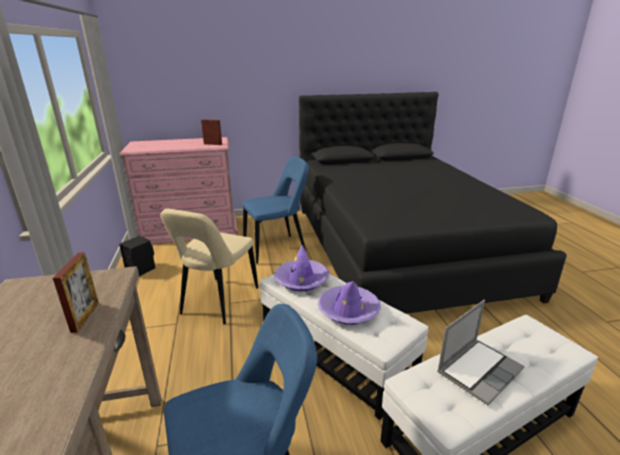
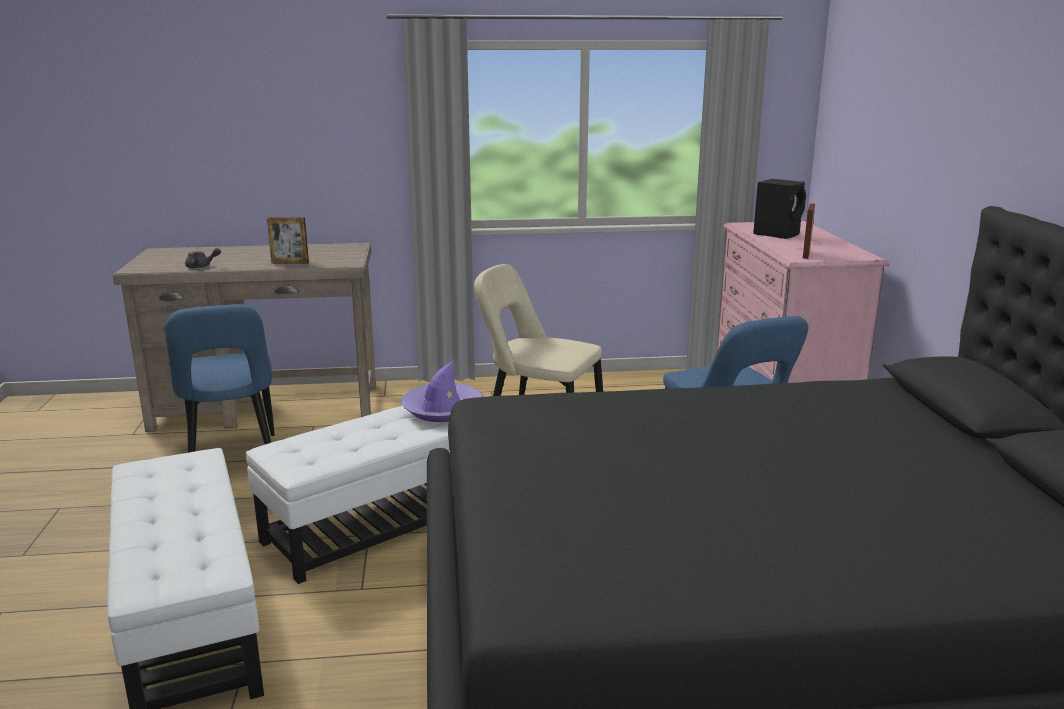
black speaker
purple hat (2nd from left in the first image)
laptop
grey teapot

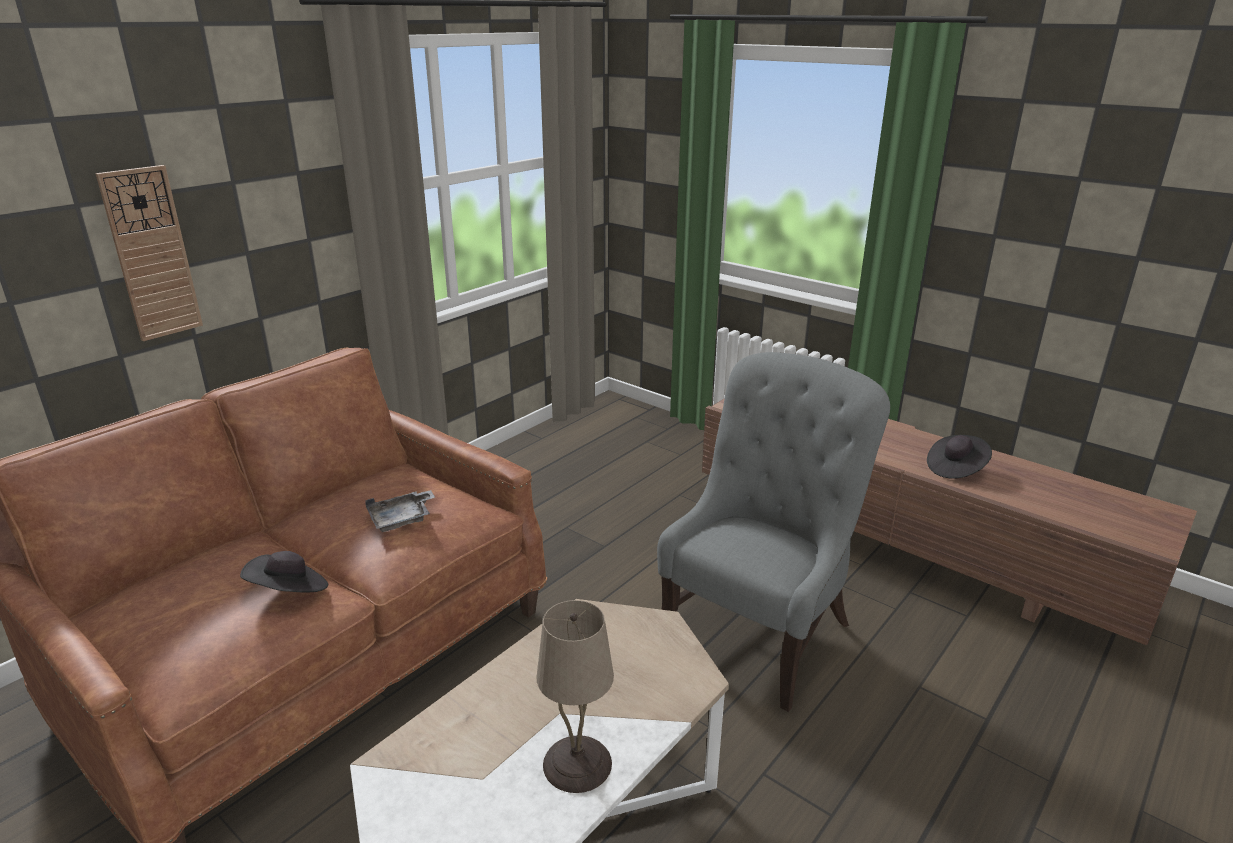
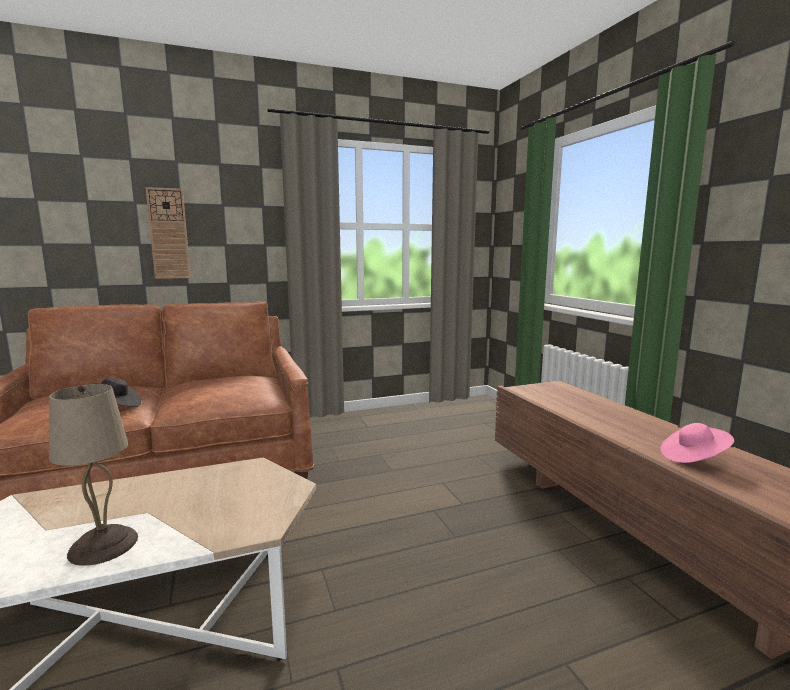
grey tray
grey armchair
pink hat

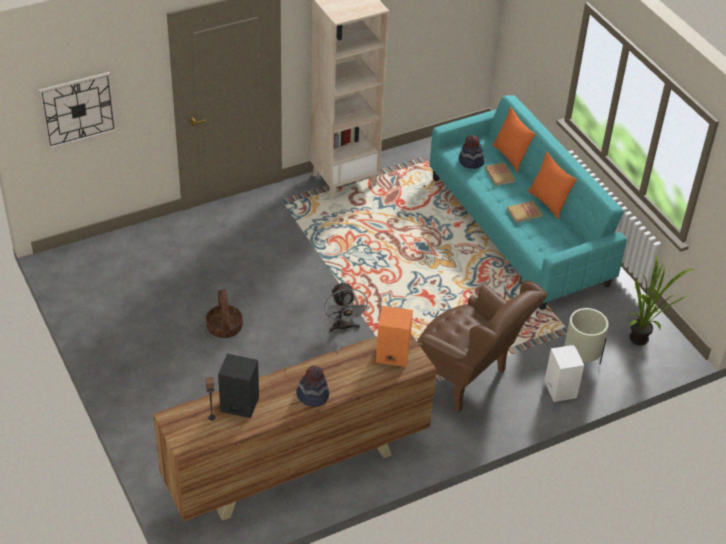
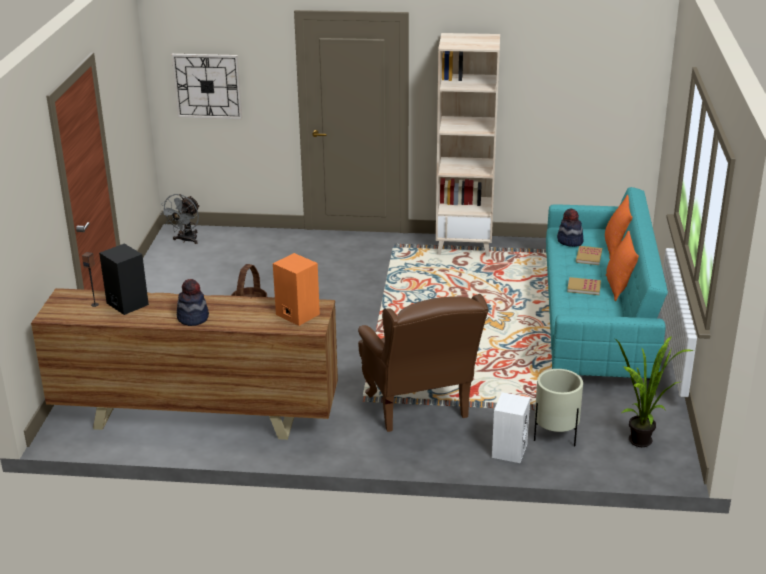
grey fan

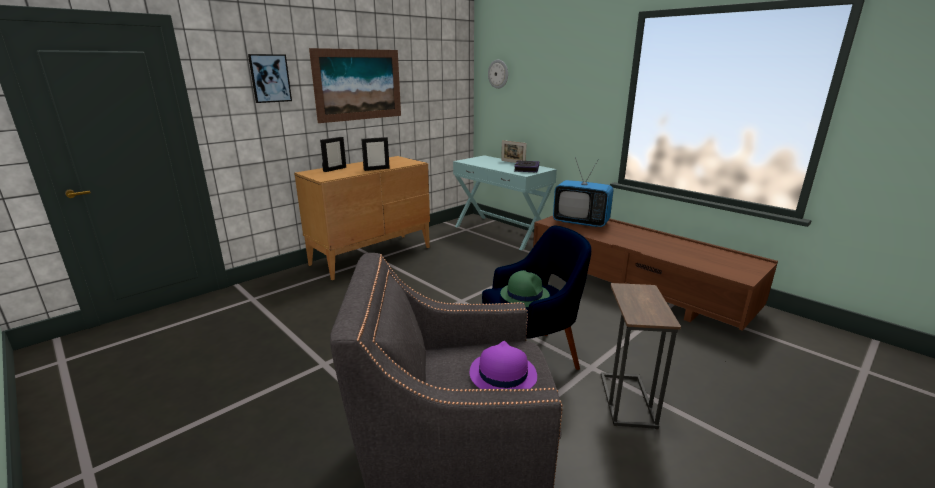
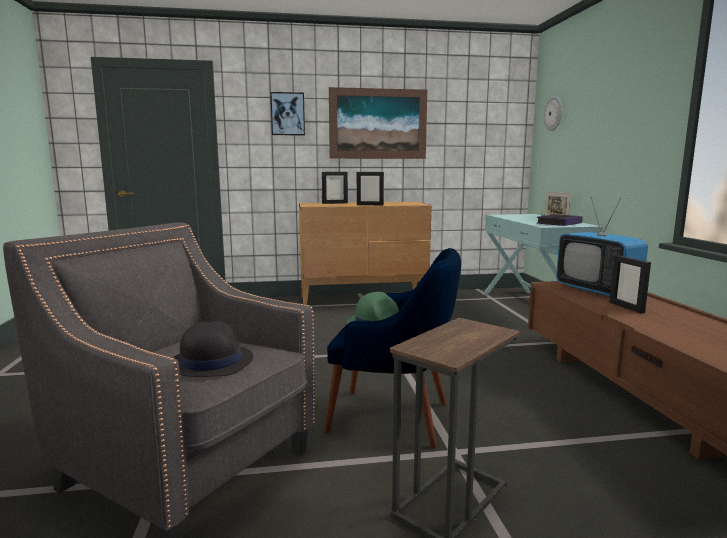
black hat
picture frame (4th from left)

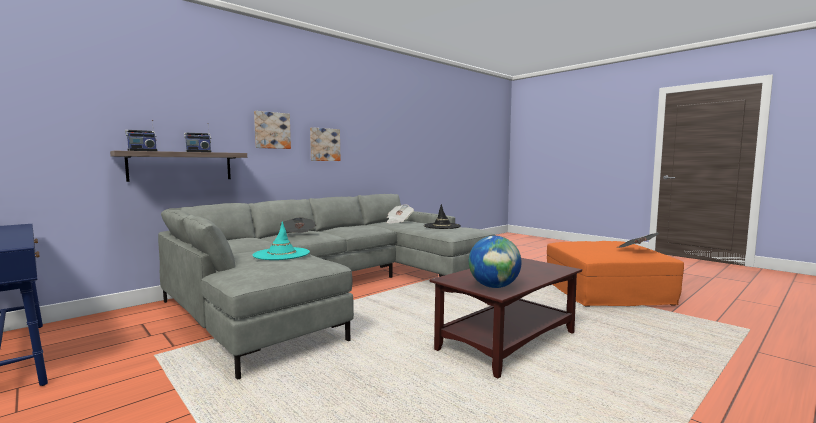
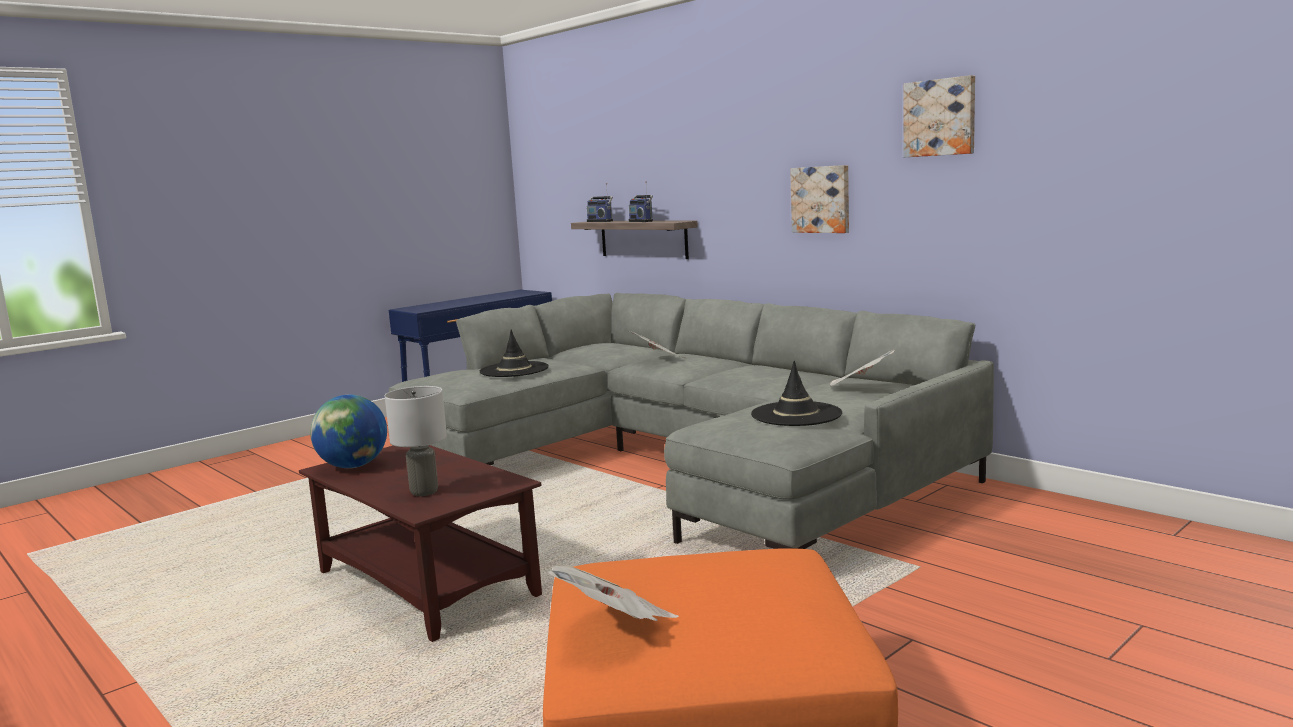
black hat (1st from left)
picture (2nd from left)
white table lamp

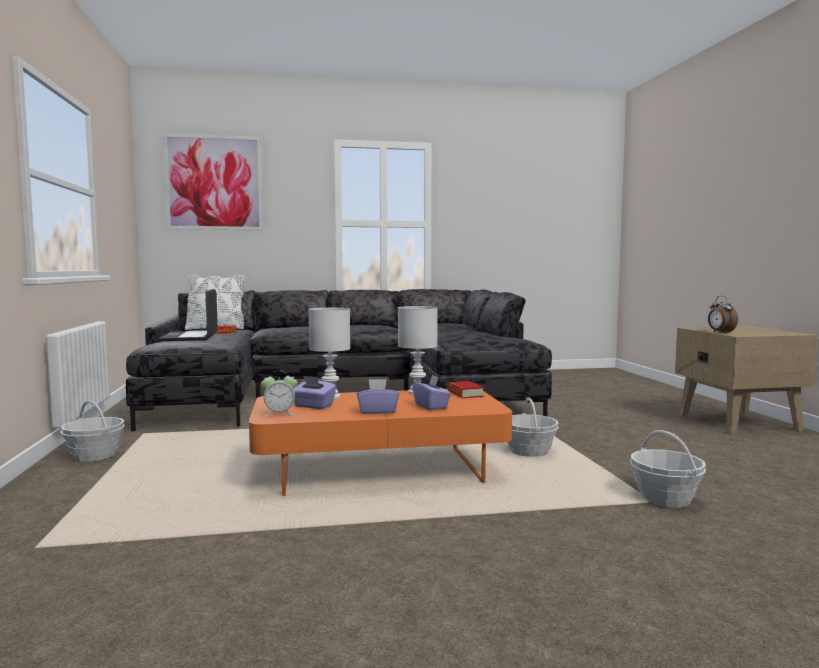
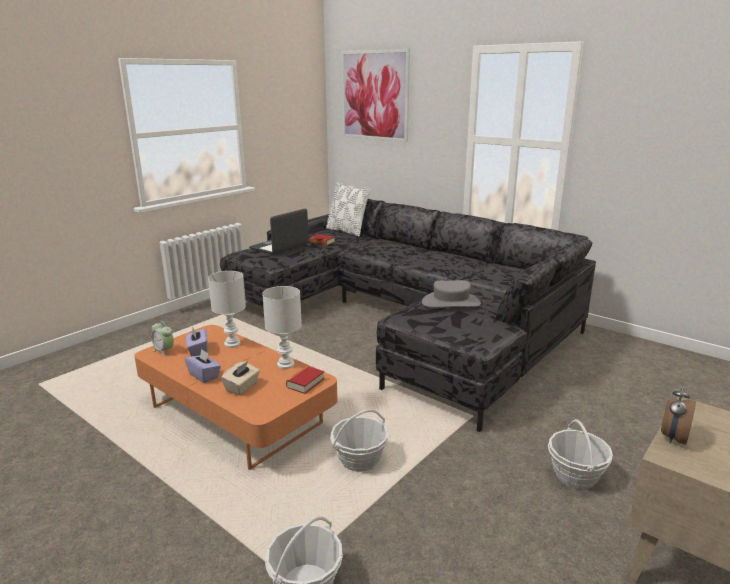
basket (3rd from left)
beige tissue box
grey hat

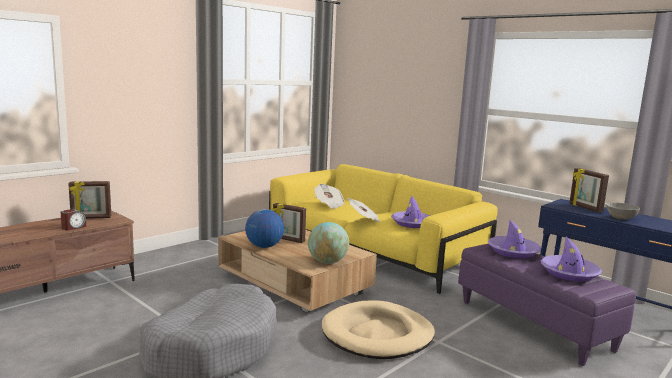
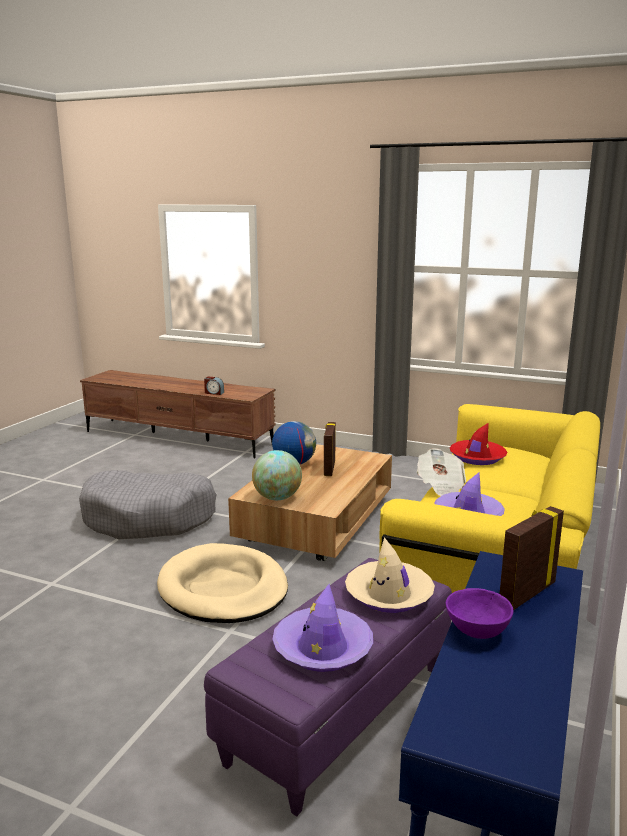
picture frame (1st from left in the first image)
red hat
beige hat
purple bowl

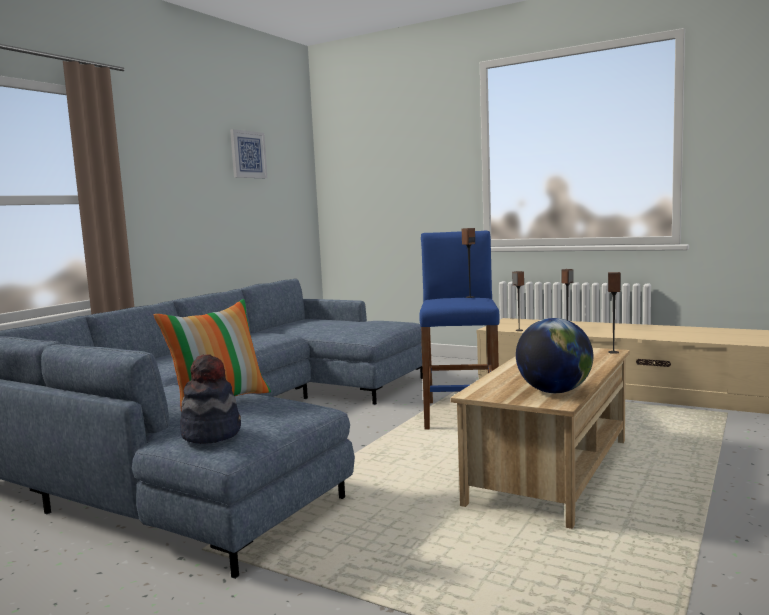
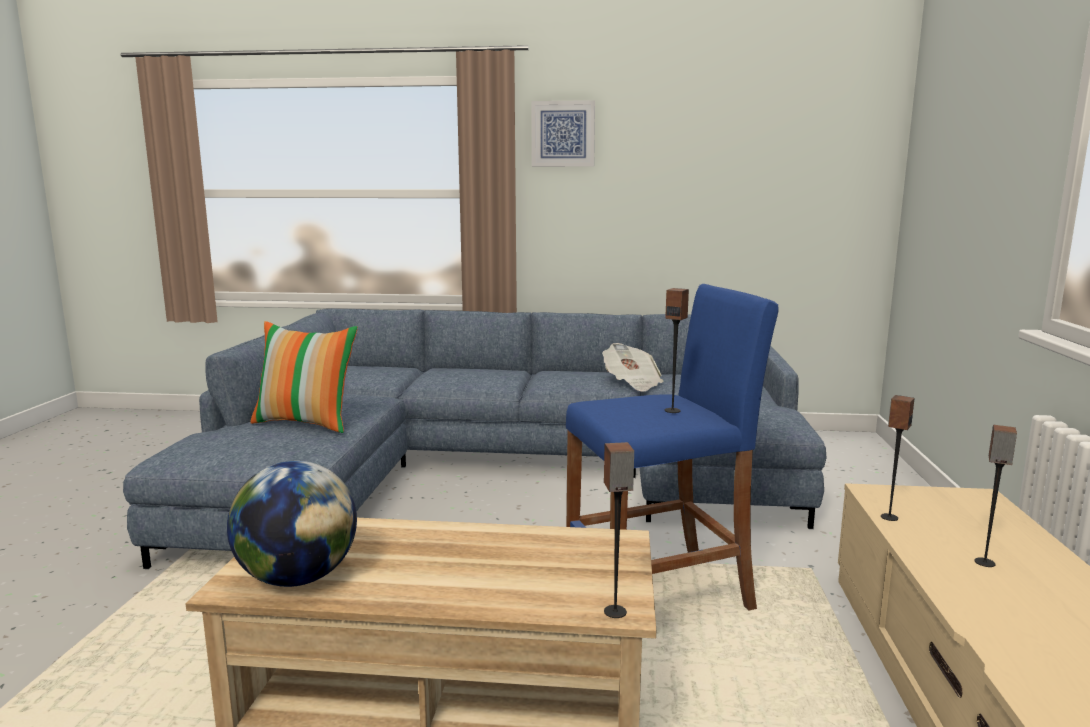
hat
picture
newspaper

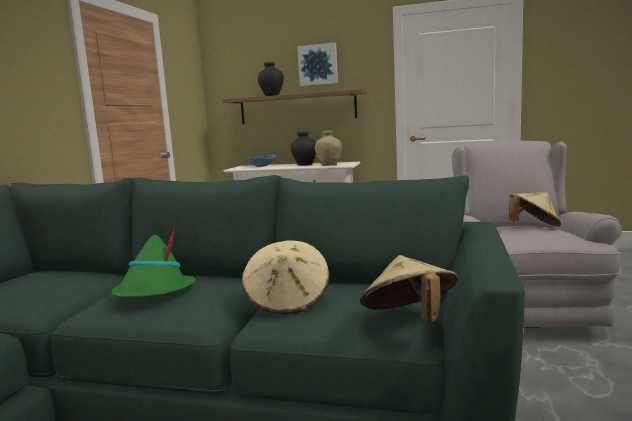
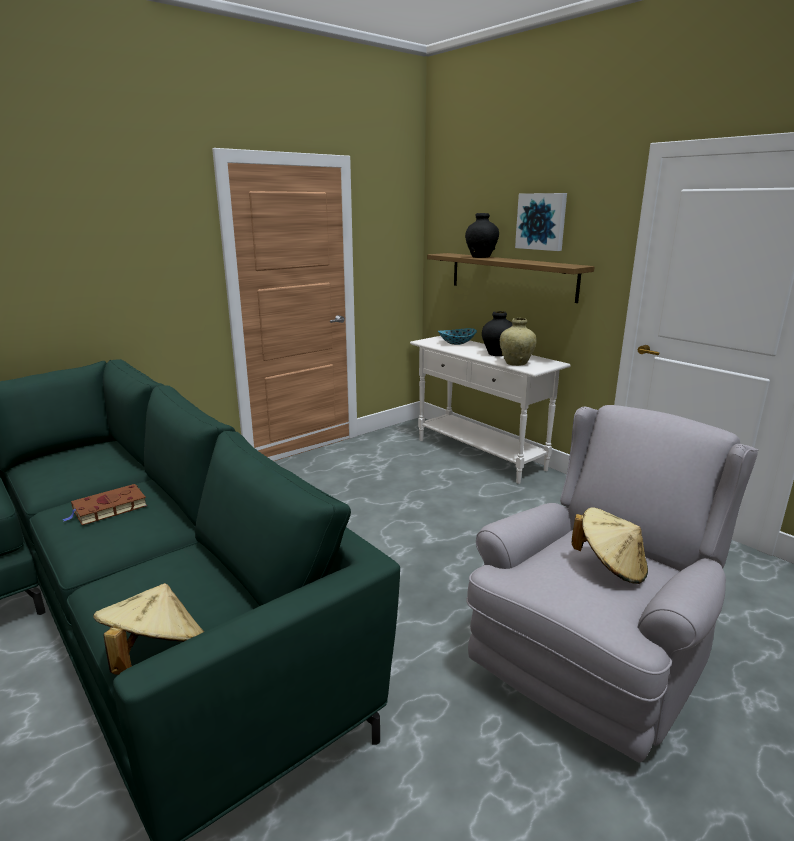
brown book
beige hat (1st from left in the first image)

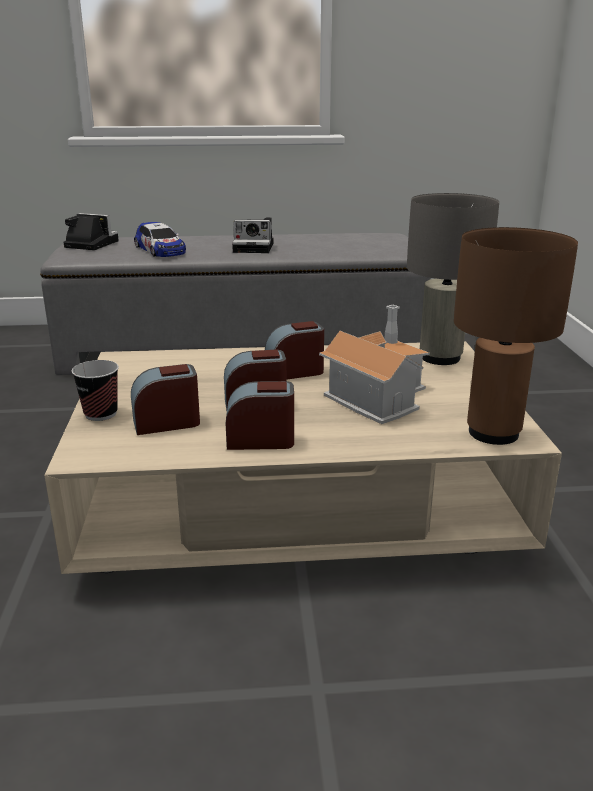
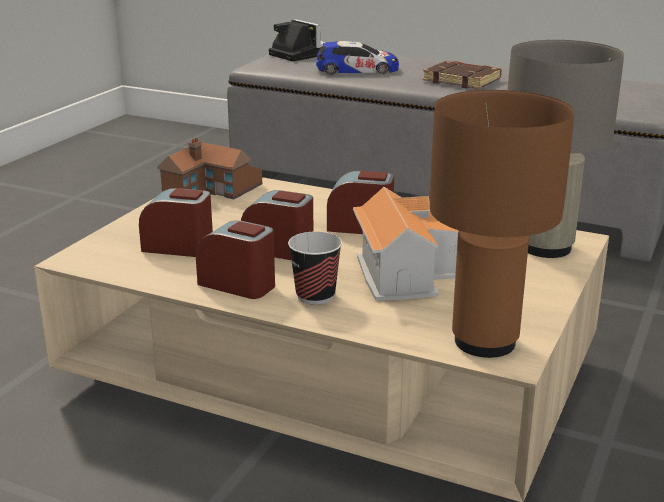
cup
toy car
brown book
toy house (1st from left)

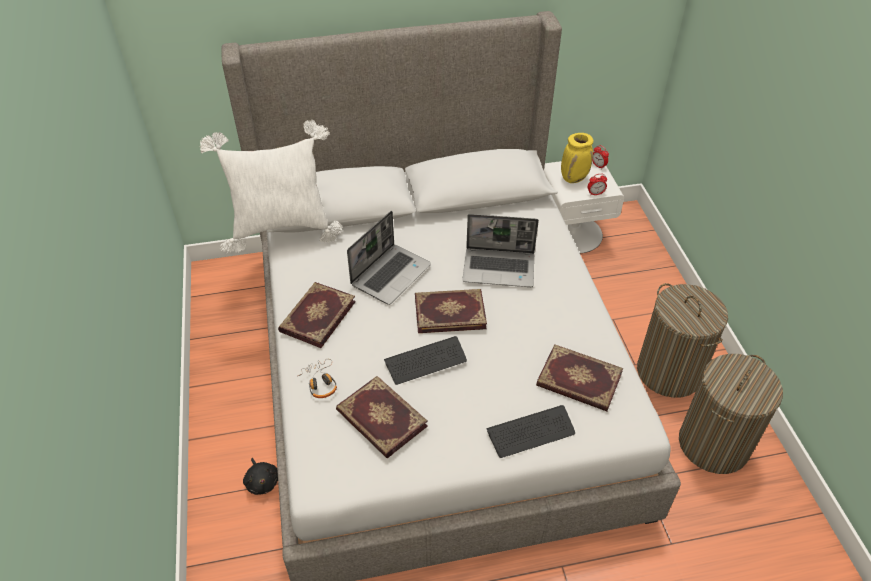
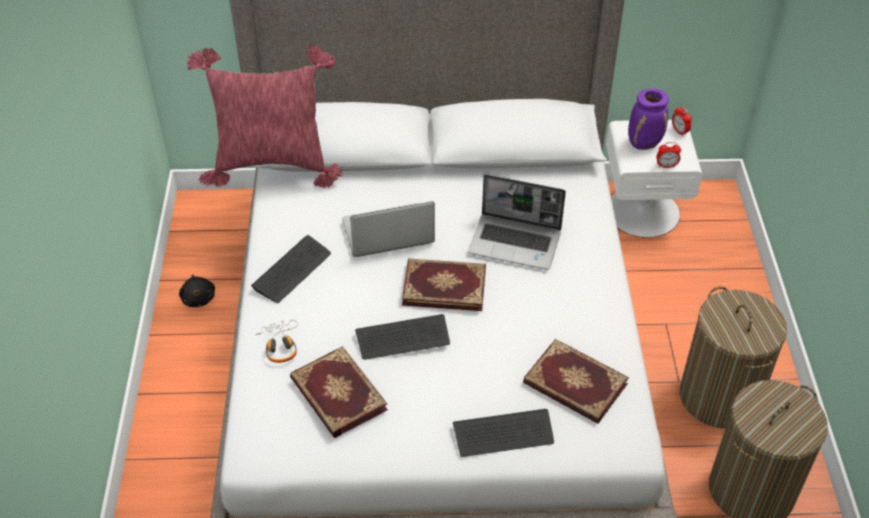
red pillow
black plush toy
keyboard (1st from left)
laptop (1st from left)
purple vase

